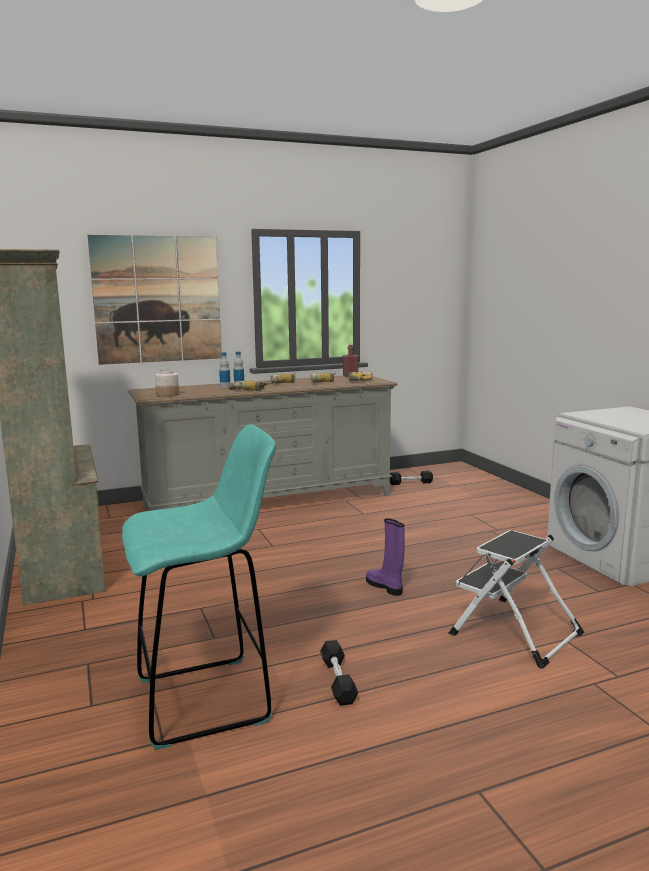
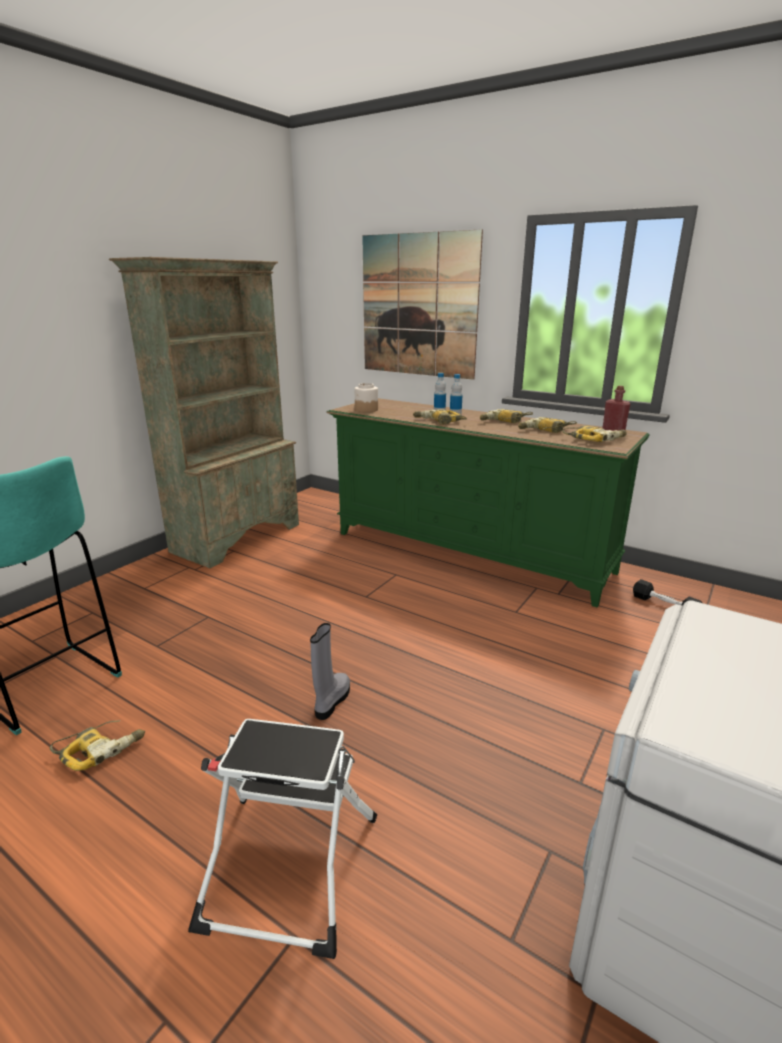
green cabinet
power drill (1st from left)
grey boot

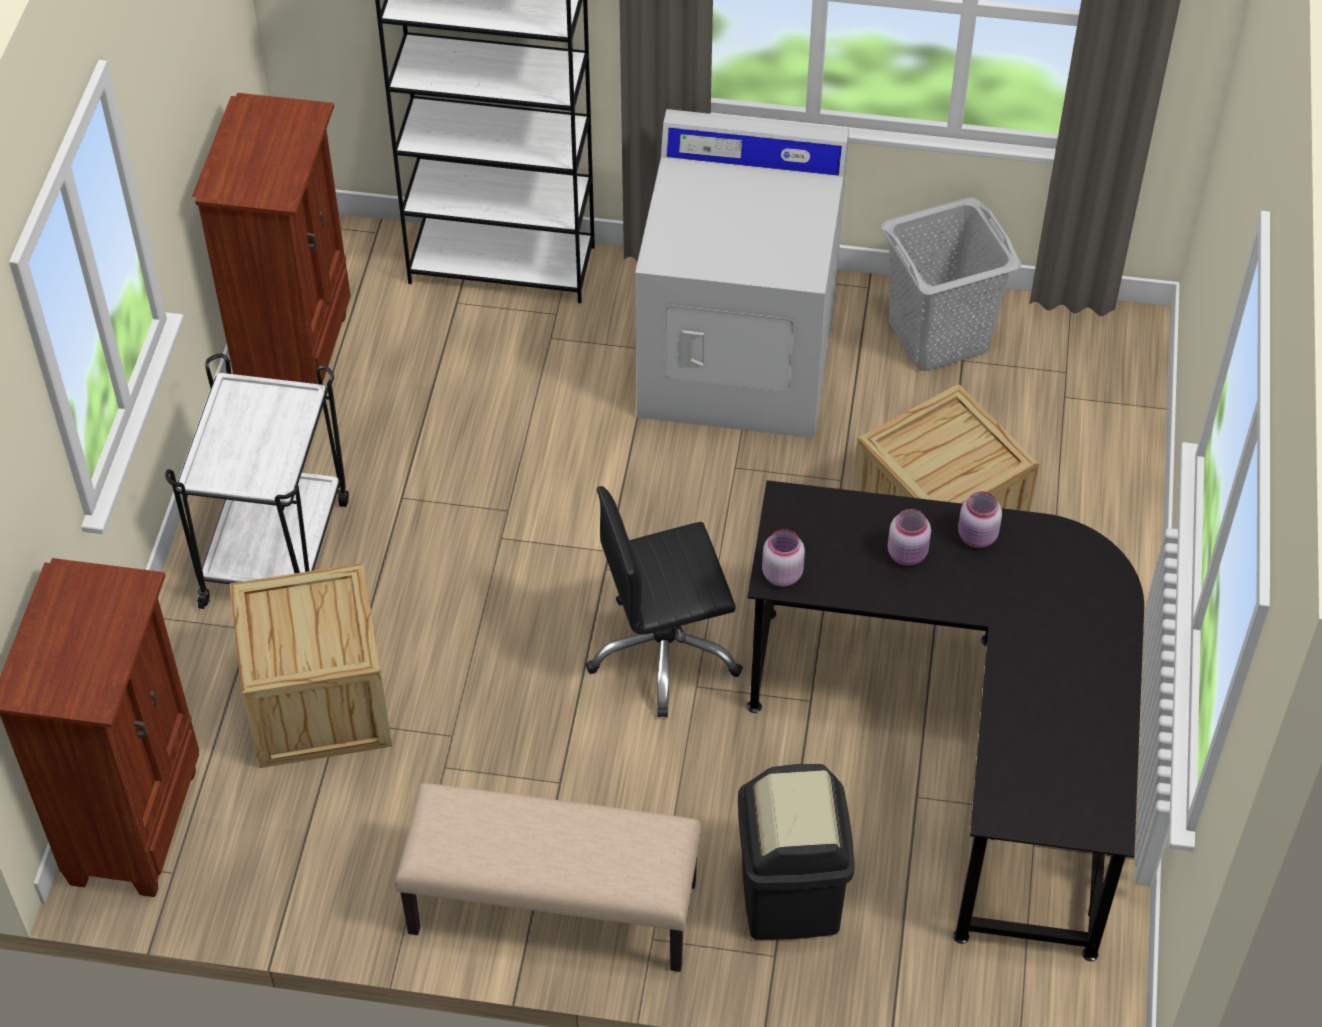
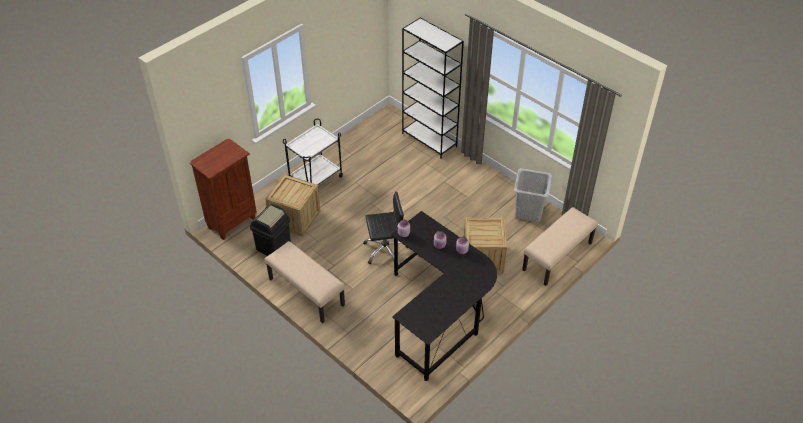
brown cabinet (2nd from left in the first image)
black office chair
white washing machine
black trash can
beige bench (2nd from left)

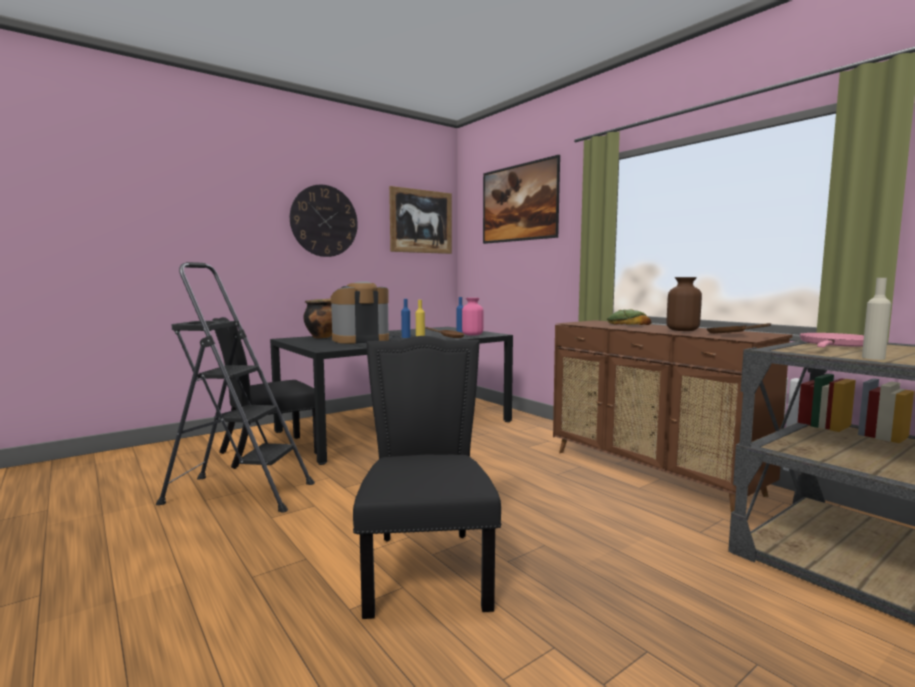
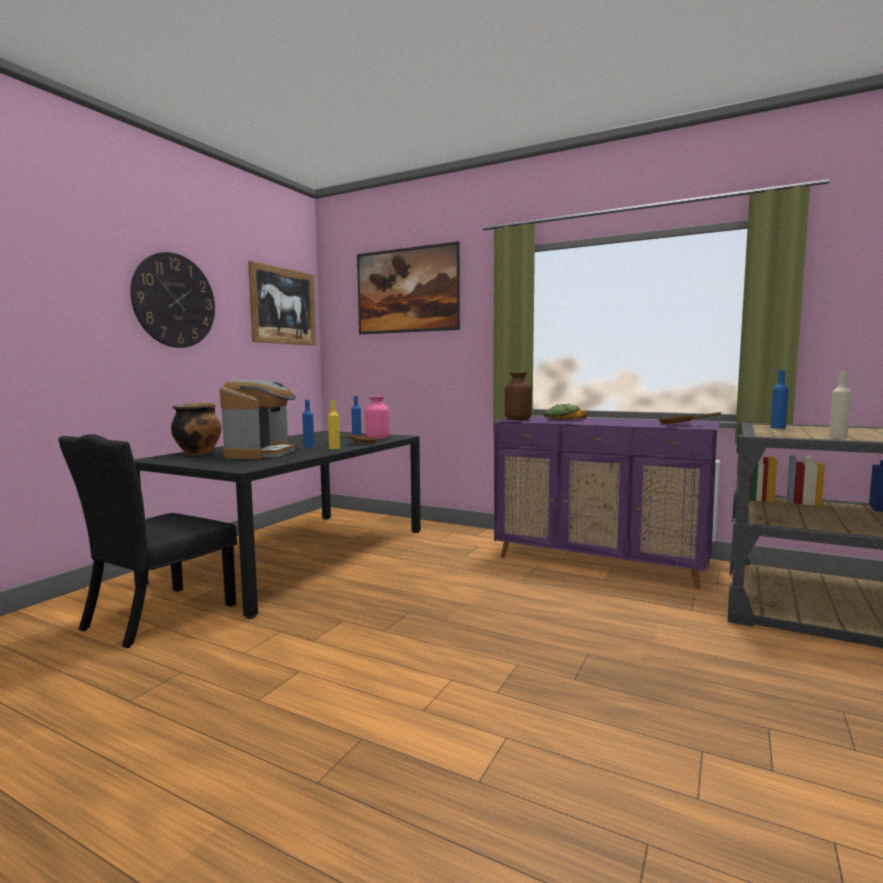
step ladder
coffee machine
black chair (2nd from left in the first image)
purple cabinet
brown vase
blue bottle (3rd from left)

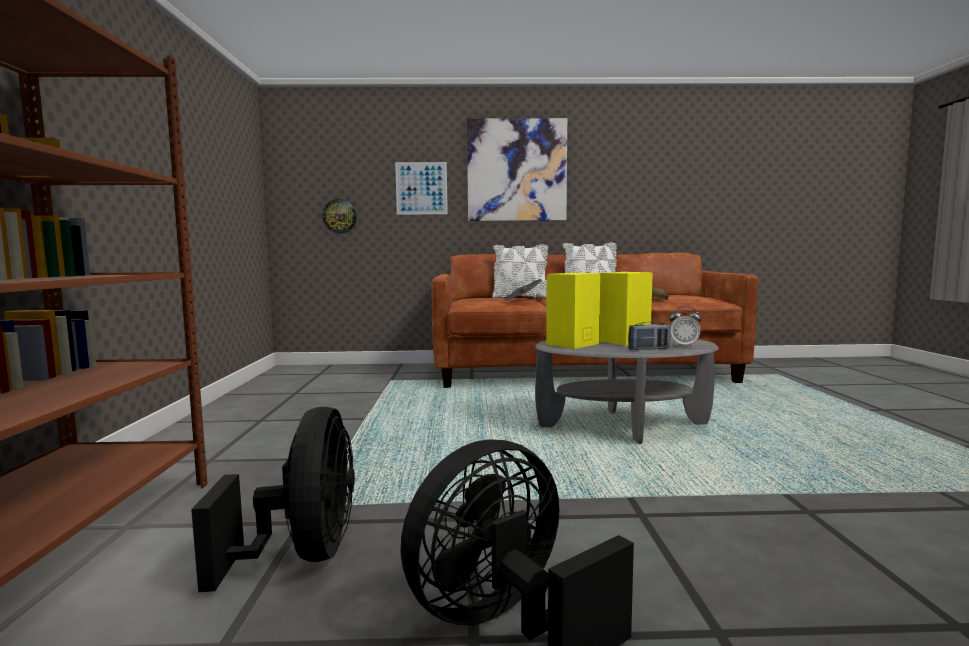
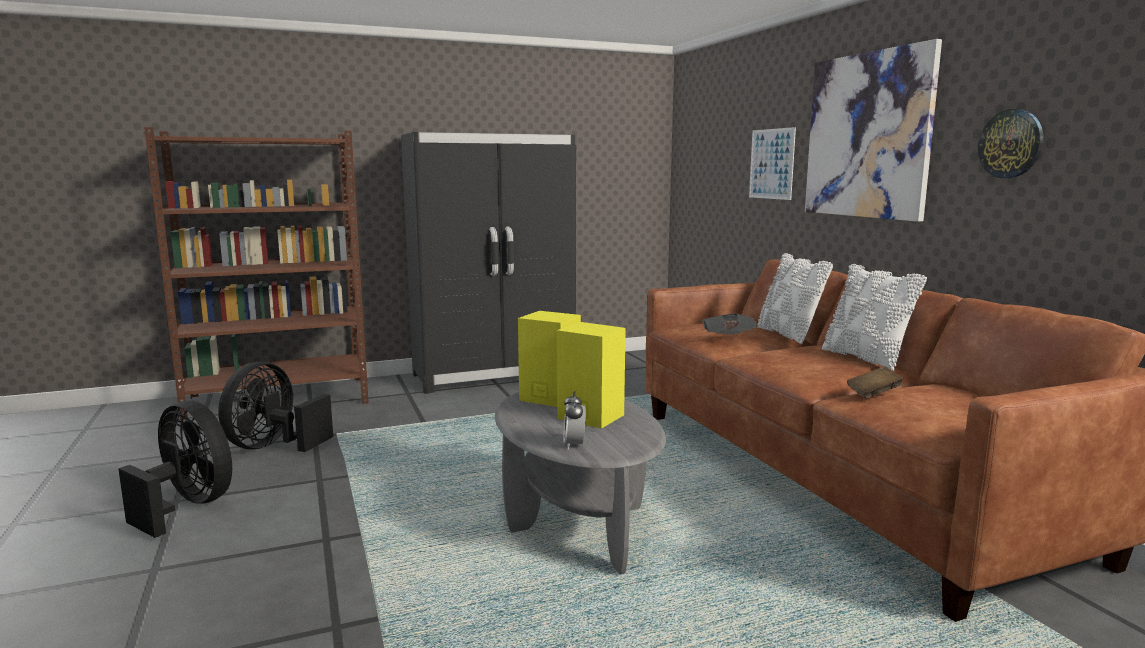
black fan (2nd from left)
wall clock
radio
black cabinet

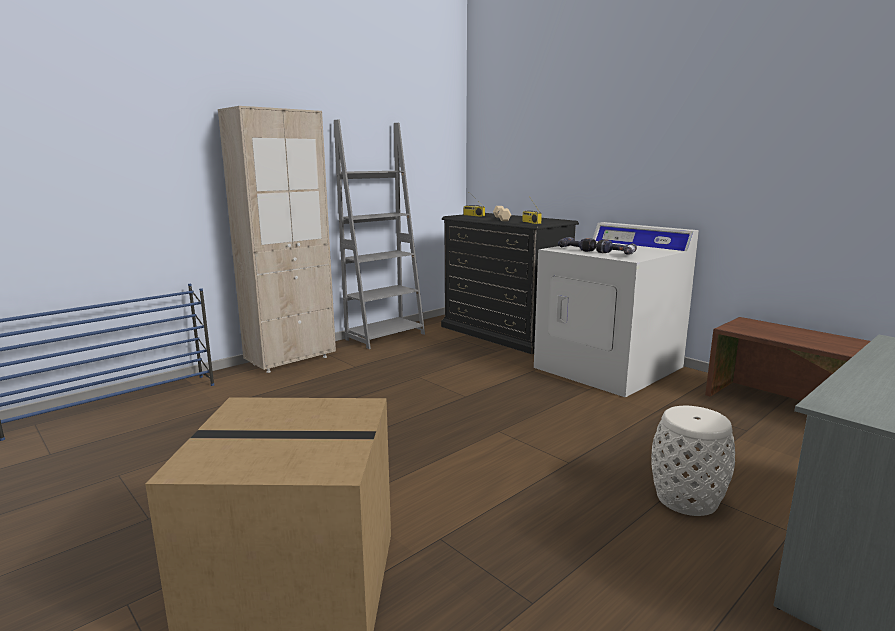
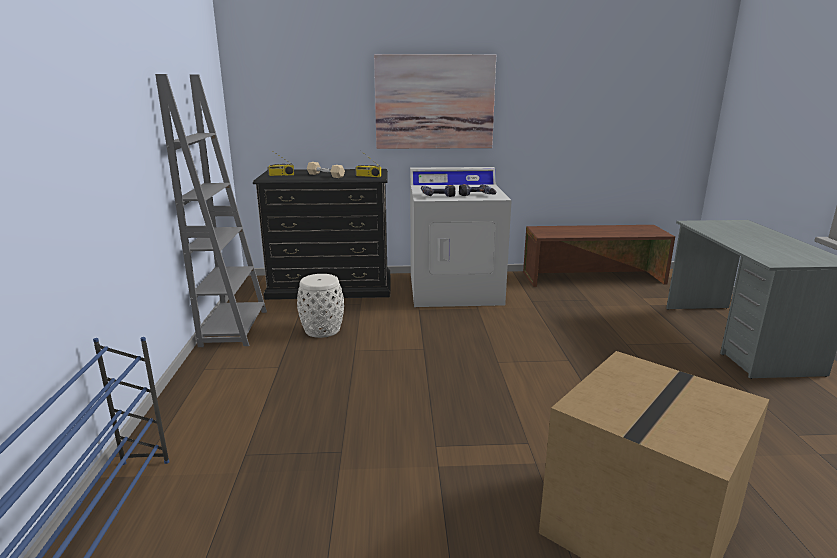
beige cabinet
white stool
picture

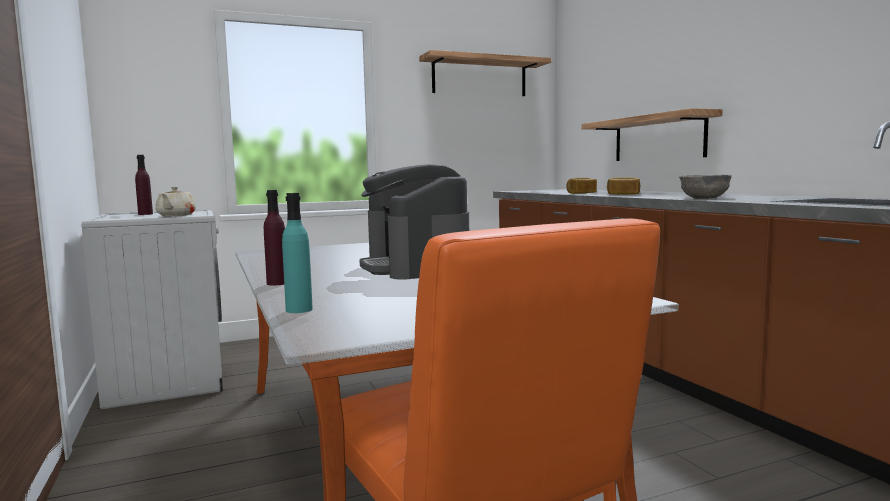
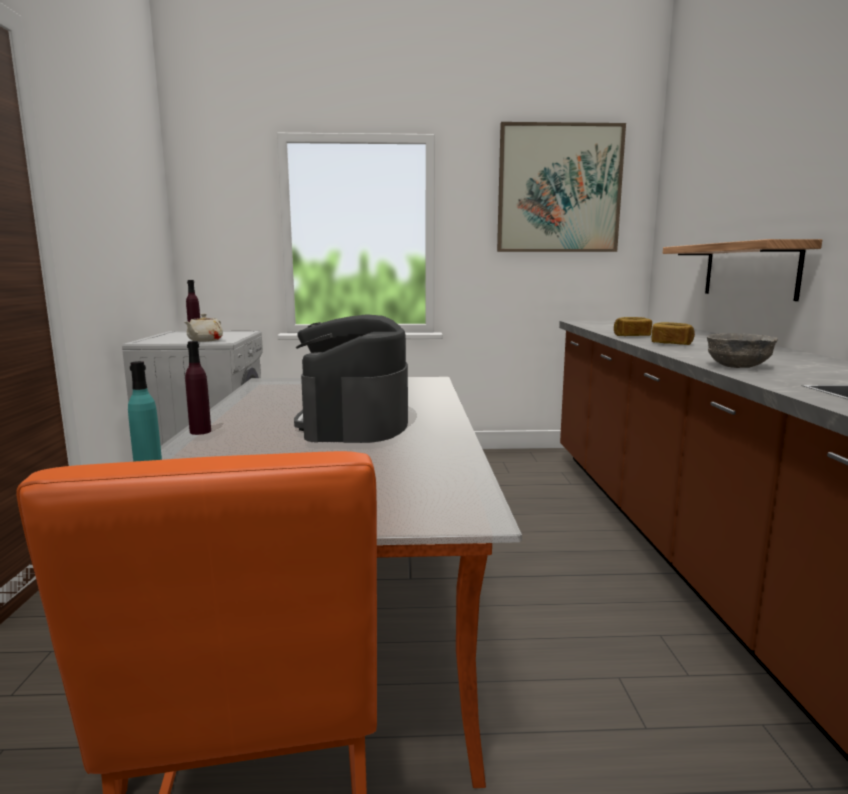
picture

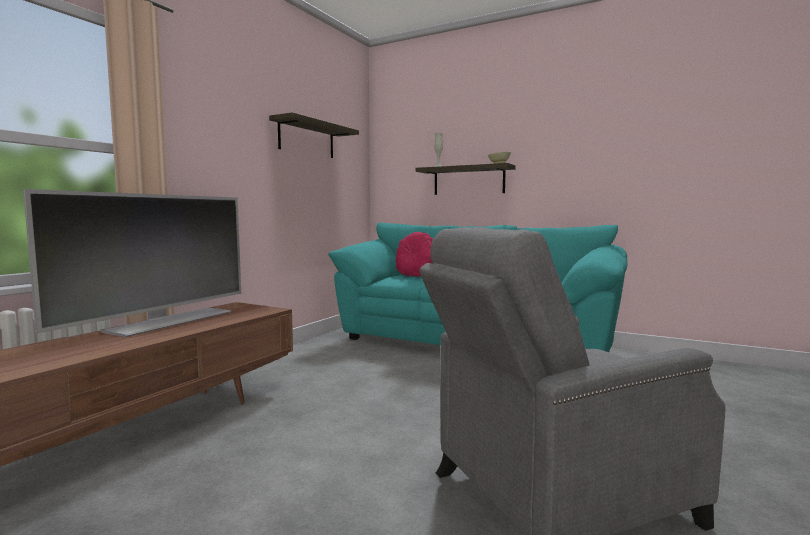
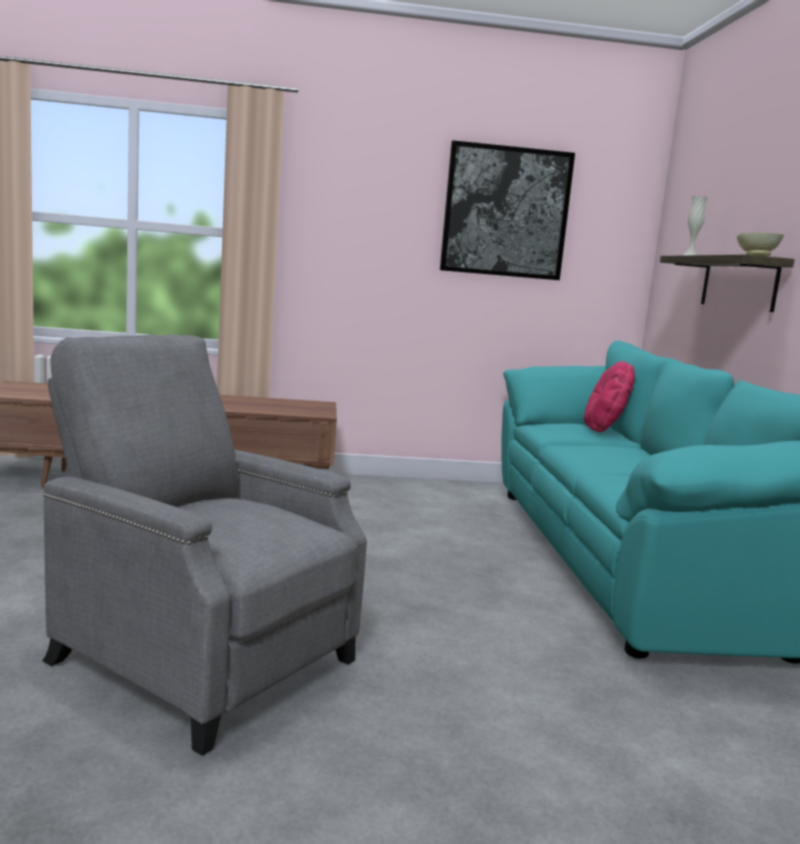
television
picture

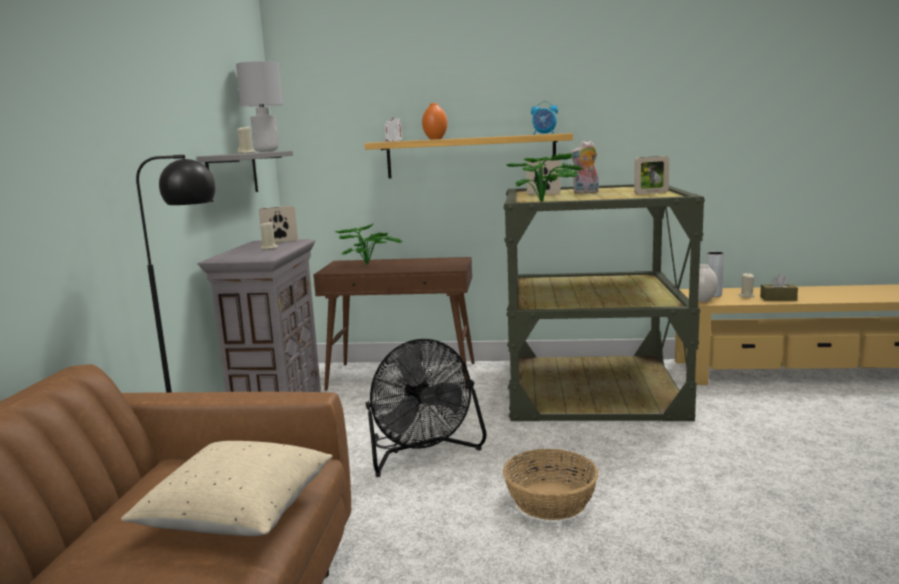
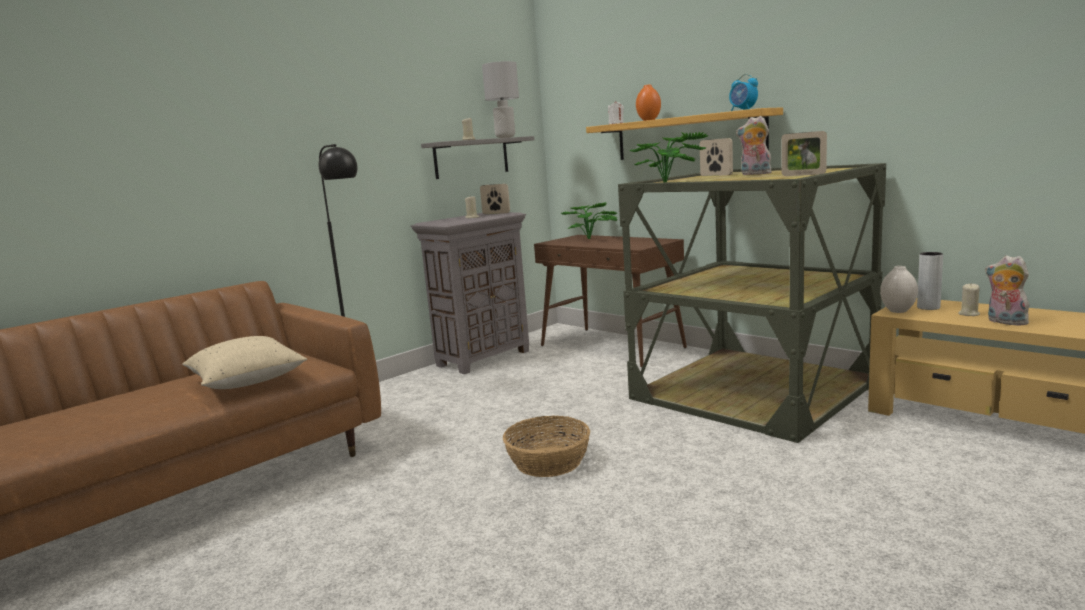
black fan
plush toy (2nd from left)

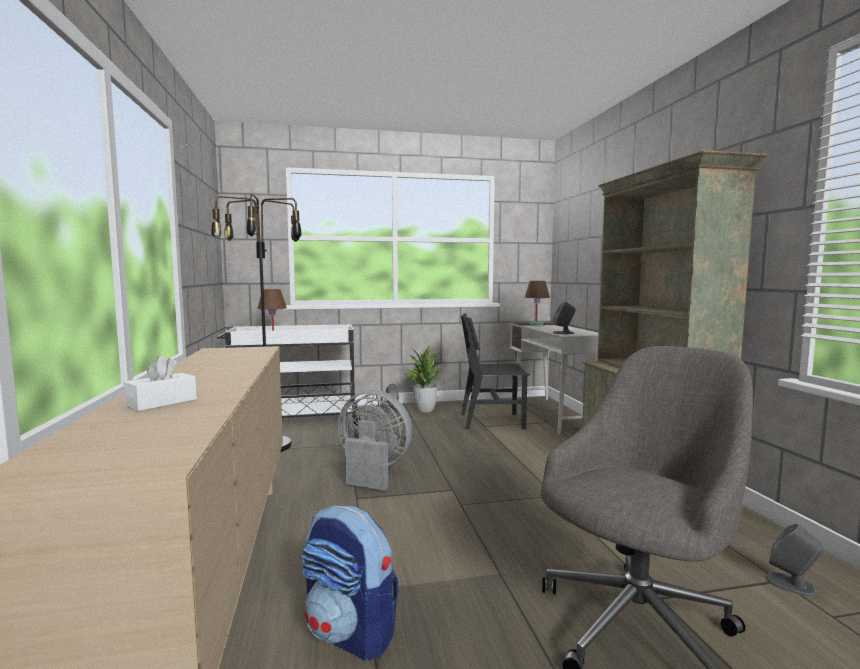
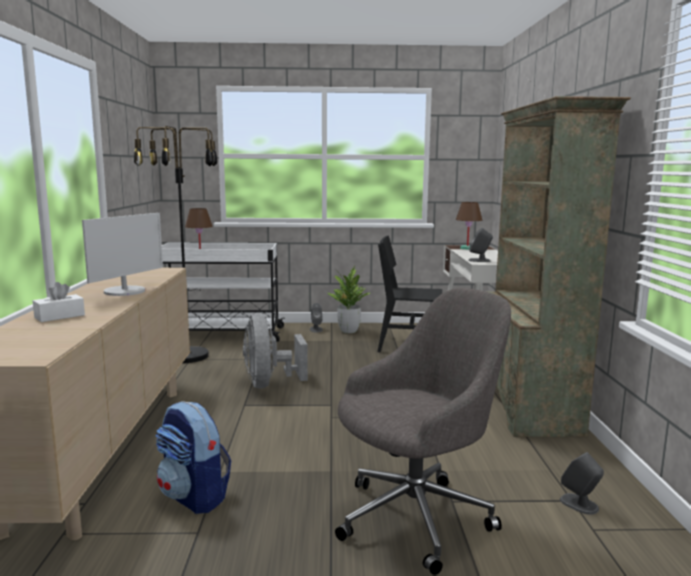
grey fan
monitor

